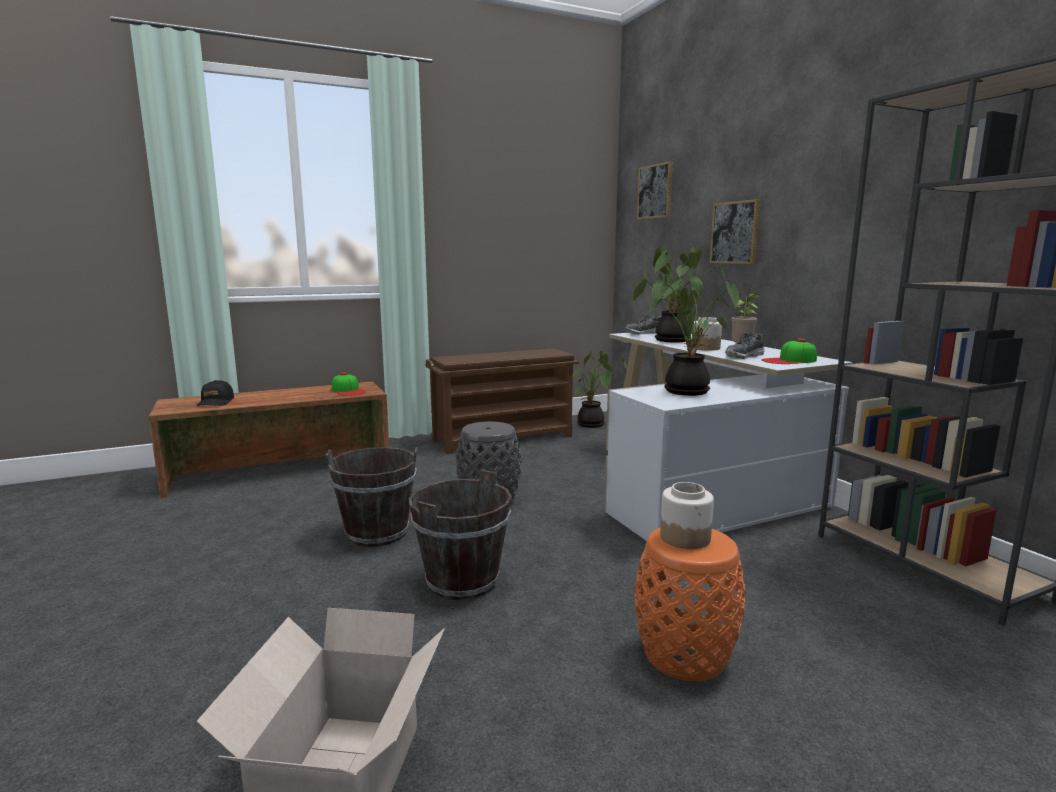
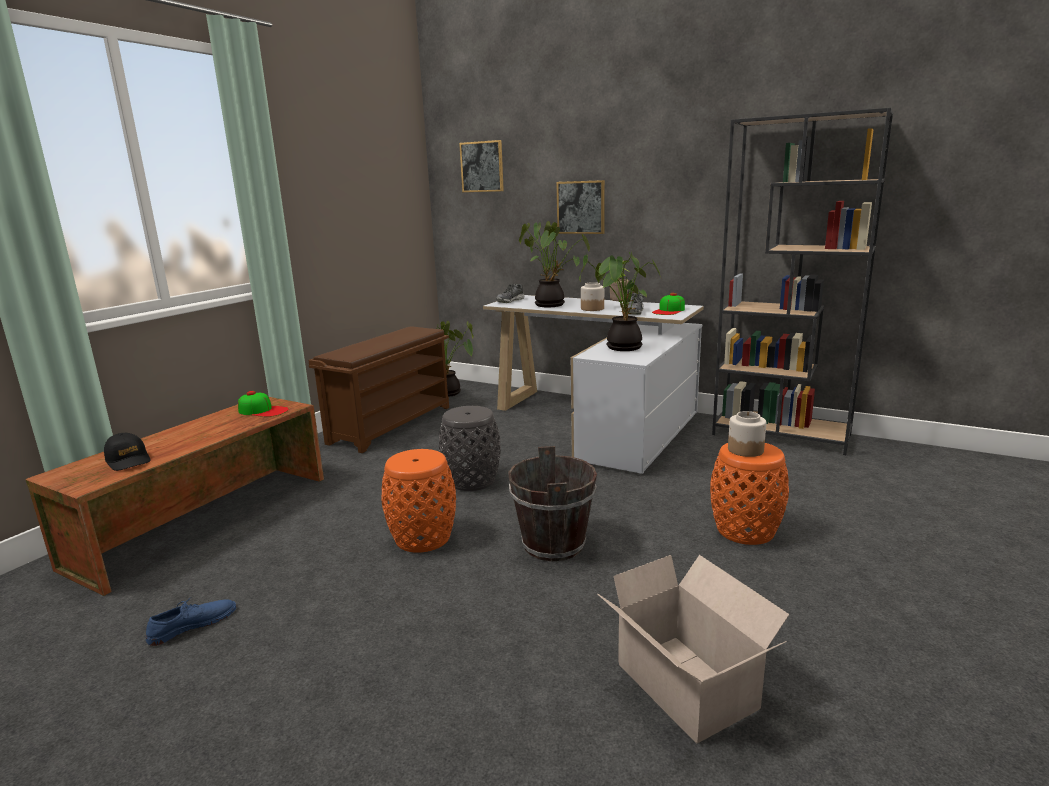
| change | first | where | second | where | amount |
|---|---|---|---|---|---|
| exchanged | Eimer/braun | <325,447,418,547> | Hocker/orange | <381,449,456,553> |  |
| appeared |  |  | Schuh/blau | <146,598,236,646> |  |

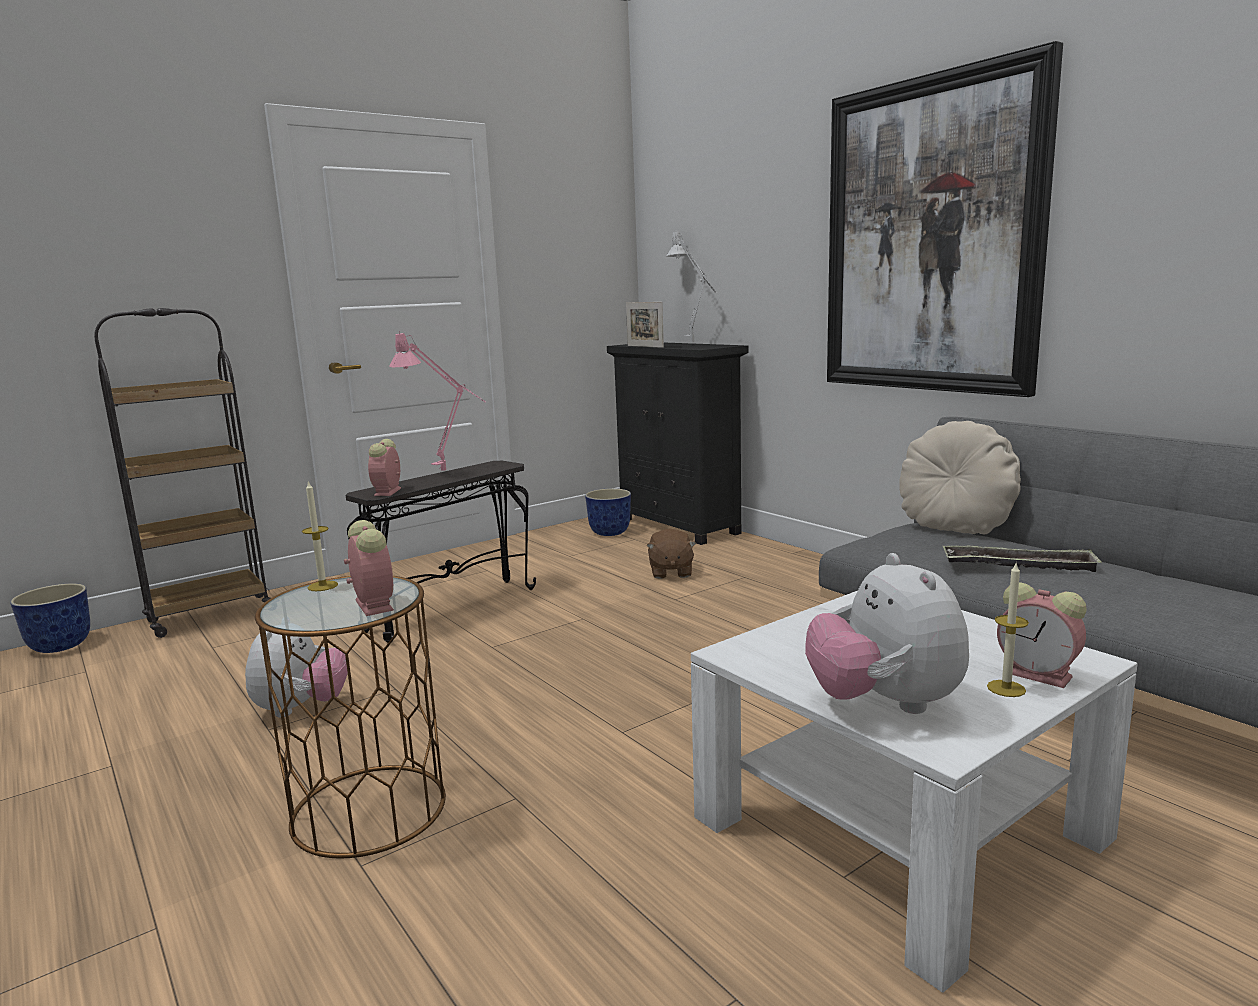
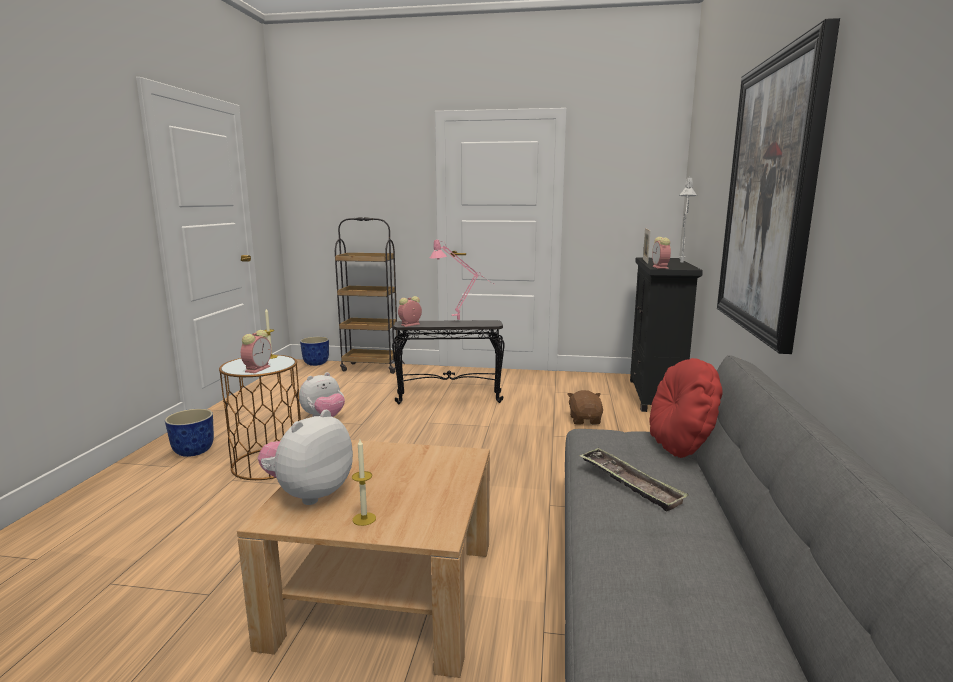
| change | first | where | second | where | amount |
|---|---|---|---|---|---|
| relocated | Pflanzkübel | <585,489,631,536> |  | <165,409,214,457> |  |
| spun | Plüschtier/braun | <647,529,696,579> |  | <567,390,603,425> | 135 degrees clockwise |
| colour | Couchtisch/weiß | <691,591,1138,993> | Couchtisch/braun | <237,440,490,678> |  |
| colour | Kissen/beige | <899,421,1021,534> | Kissen/rot | <650,358,723,458> |  |
| relocated | Wecker | <997,582,1087,688> |  | <652,237,671,269> |  |

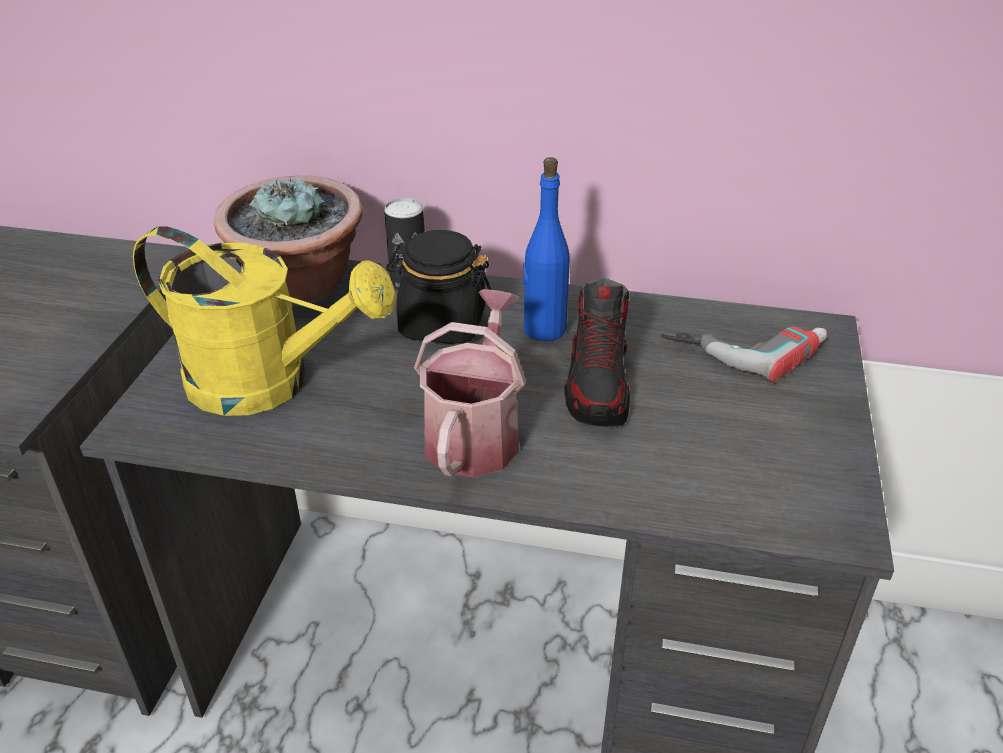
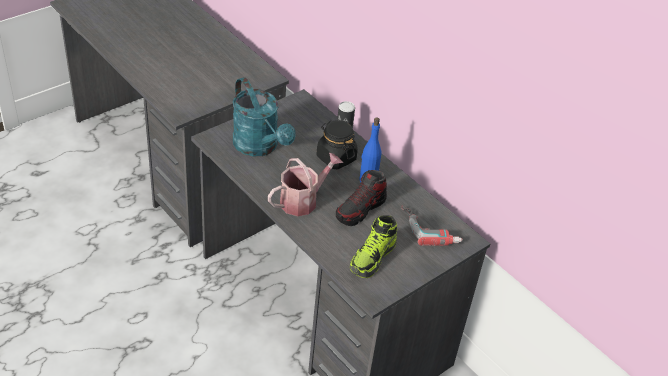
| change | first | where | second | where | amount |
|---|---|---|---|---|---|
| colour | Gießkanne/gelb | <133,226,396,416> | Gießkanne/türkis | <232,77,296,156> |  |
| missing | Topfpflanze | <214,176,363,306> |  |  |  |
| appeared |  |  | Schuh | <350,215,397,278> |  |

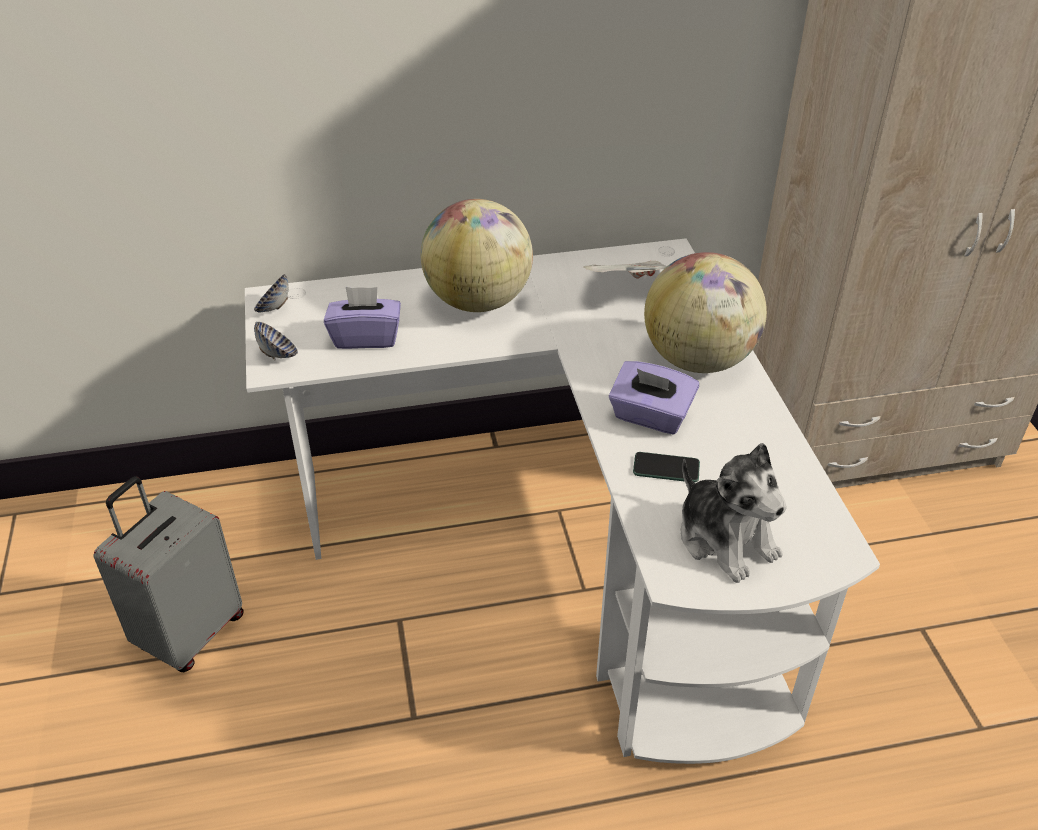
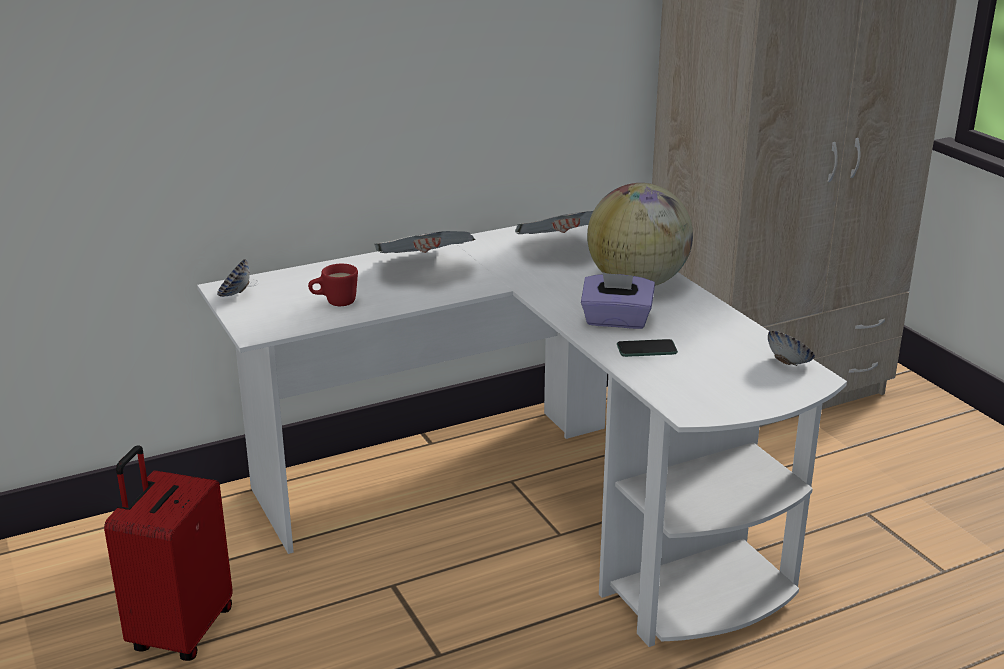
| change | first | where | second | where | amount |
|---|---|---|---|---|---|
| colour | Koffer/grau | <94,476,244,672> | Koffer/rot | <104,445,233,661> |  |
| relocated | Schüssel | <254,322,298,360> |  | <768,331,815,366> |  |
| exchanged | Taschentuchbox/lila | <324,287,401,349> | Henkelbecher/rot | <308,264,358,306> |  |
| exchanged | Globus | <421,199,533,312> | Zeitung | <374,231,475,253> |  |
| missing | Plüschtier | <681,443,787,583> |  |  |  |

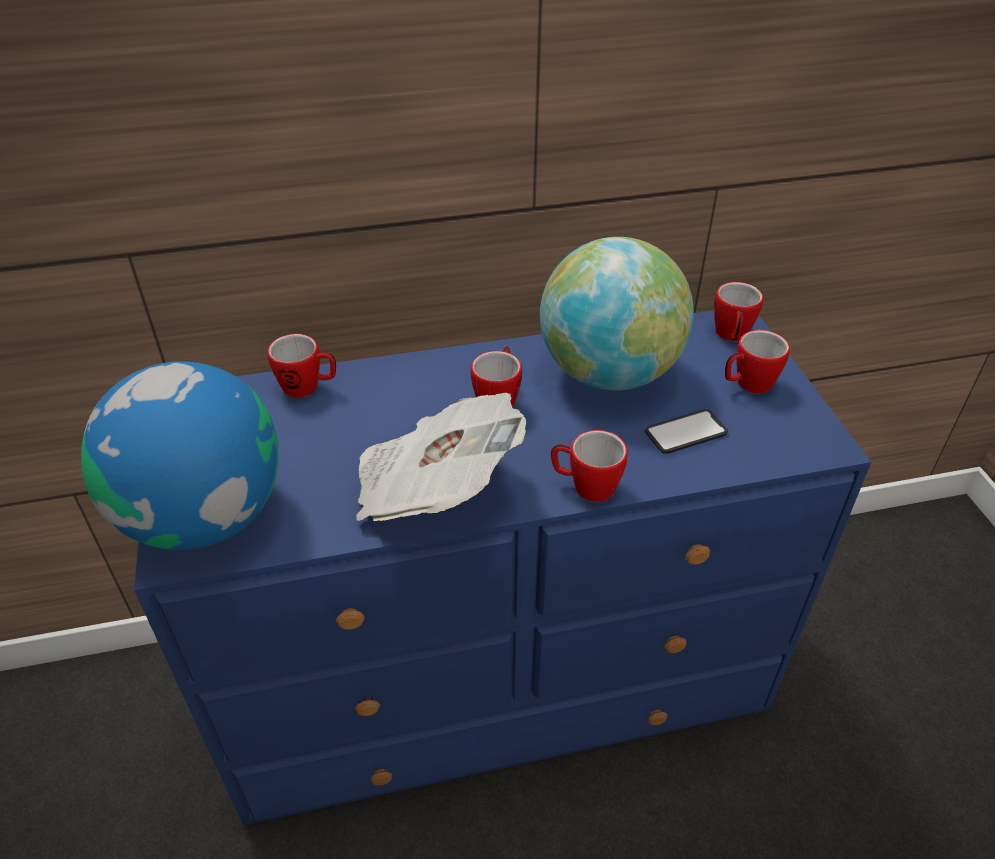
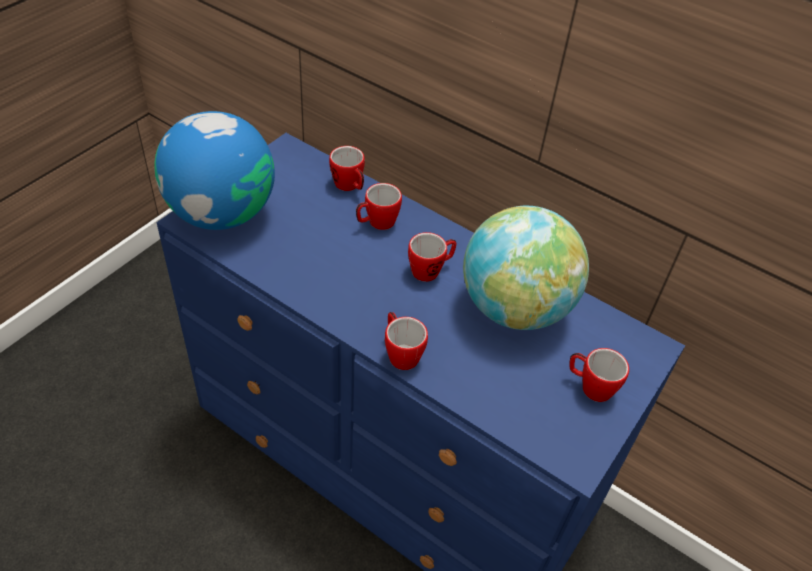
| change | first | where | second | where | amount |
|---|---|---|---|---|---|
| missing | Zeitung | <356,393,526,521> |  |  |  |
| missing | Handy | <645,409,728,454> |  |  |  |
| relocated | Henkelbecher | <714,282,763,341> |  | <356,183,402,230> |  |

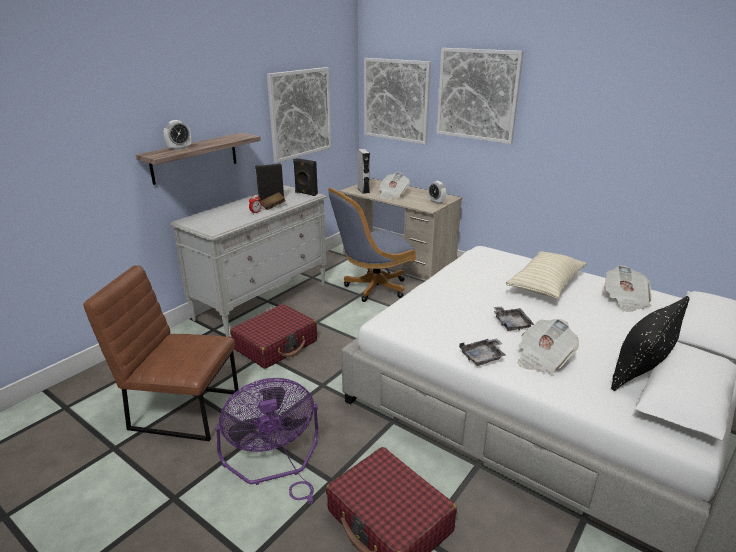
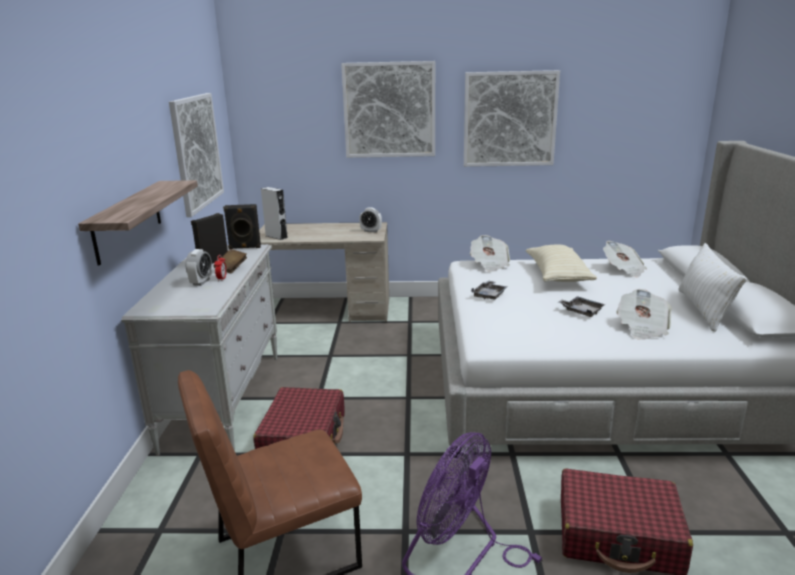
| change | first | where | second | where | amount |
|---|---|---|---|---|---|
| relocated | Wecker | <164,120,191,150> |  | <185,249,212,286> |  |
| missing | Bürostuhl/blau | <328,188,416,302> |  |  |  |
| relocated | Bild | <364,58,431,144> |  | <464,70,560,167> |  |
| relocated | Zeitung | <379,173,410,199> |  | <470,235,510,272> |  |
| relocated | Tablett/grau | <459,338,505,366> |  | <471,280,507,299> |  |
| colour | Kissen/schwarz | <611,296,689,391> | Kissen/weiß | <678,243,747,332> |  |

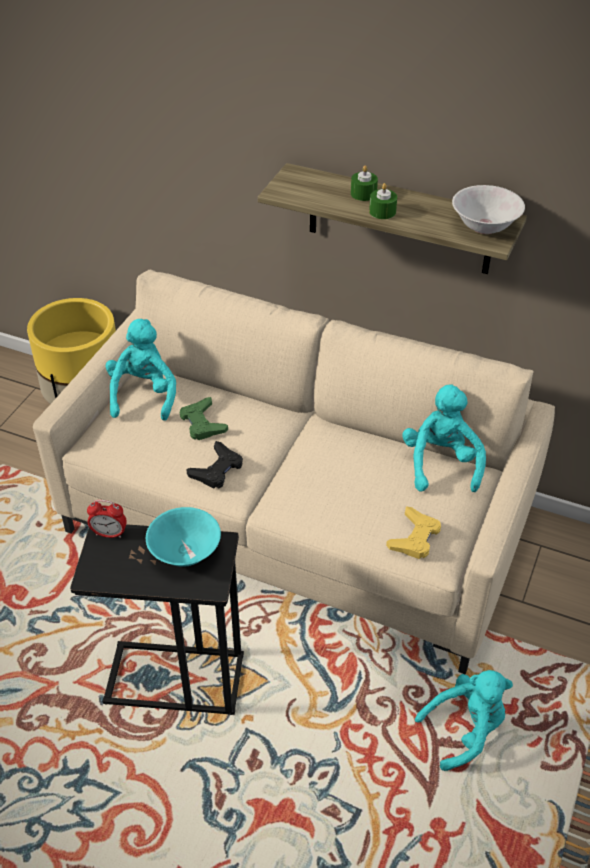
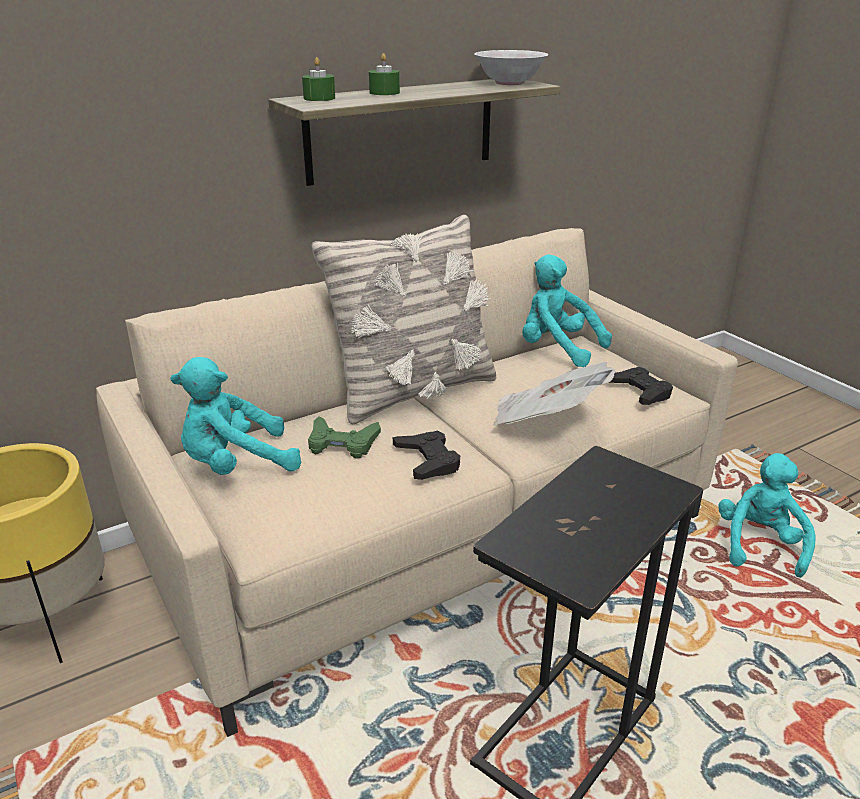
| change | first | where | second | where | amount |
|---|---|---|---|---|---|
| missing | Wecker | <87,500,127,538> |  |  |  |
| spun | Plüschtier/türkis | <106,319,176,421> |  | <170,357,301,475> | 60 degrees counterclockwise |
| missing | Schüssel/türkis | <146,507,221,567> |  |  |  |
| relocated | Kerze/grün | <369,183,397,219> |  | <302,57,335,101> |  |
| colour | Gamepad/gelb | <386,506,441,559> | Gamepad/schwarz | <608,367,673,405> |  |
| appeared |  |  | Kissen/beige | <312,215,496,424> |  |
| appeared |  |  | Zeitung | <493,362,615,426> |  |

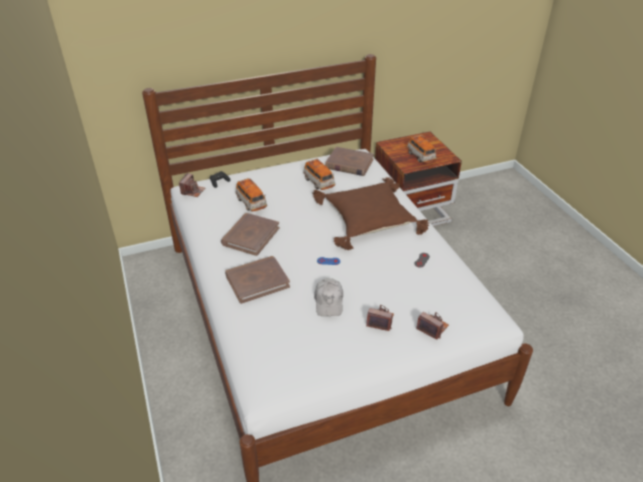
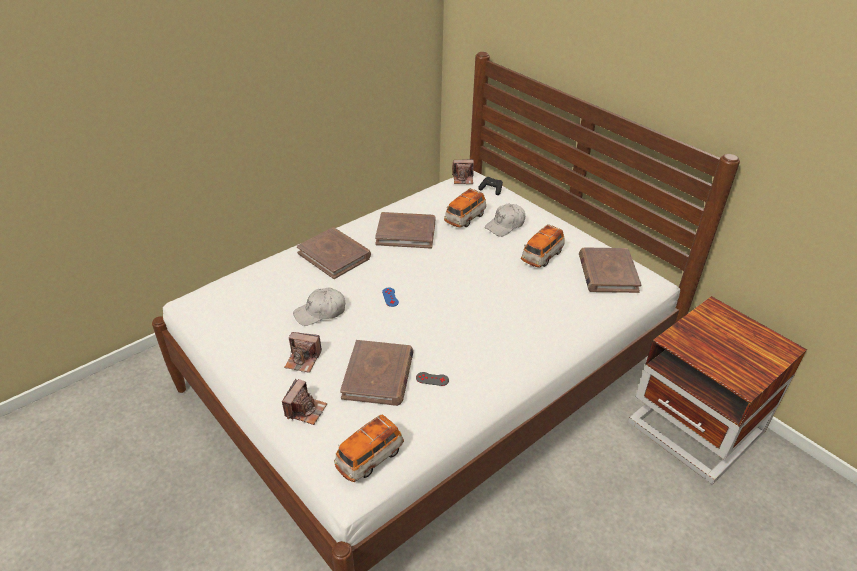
| change | first | where | second | where | amount |
|---|---|---|---|---|---|
| missing | Kissen/braun | <312,177,429,250> |  |  |  |
| spun | Kamera | <366,305,394,331> |  | <284,332,322,373> | 105 degrees clockwise |
| relocated | Spielzeugauto | <407,135,437,163> |  | <334,415,404,482> |  |
| appeared |  |  | Buch/braun | <340,340,414,406> |  |
| appeared |  |  | Kappe/weiß | <485,203,525,237> |  |

